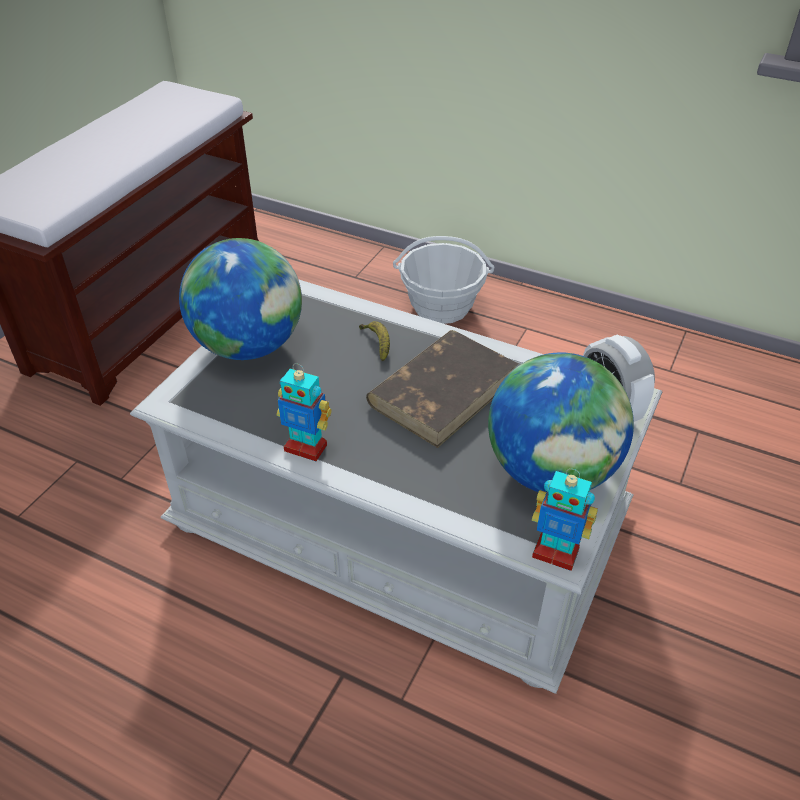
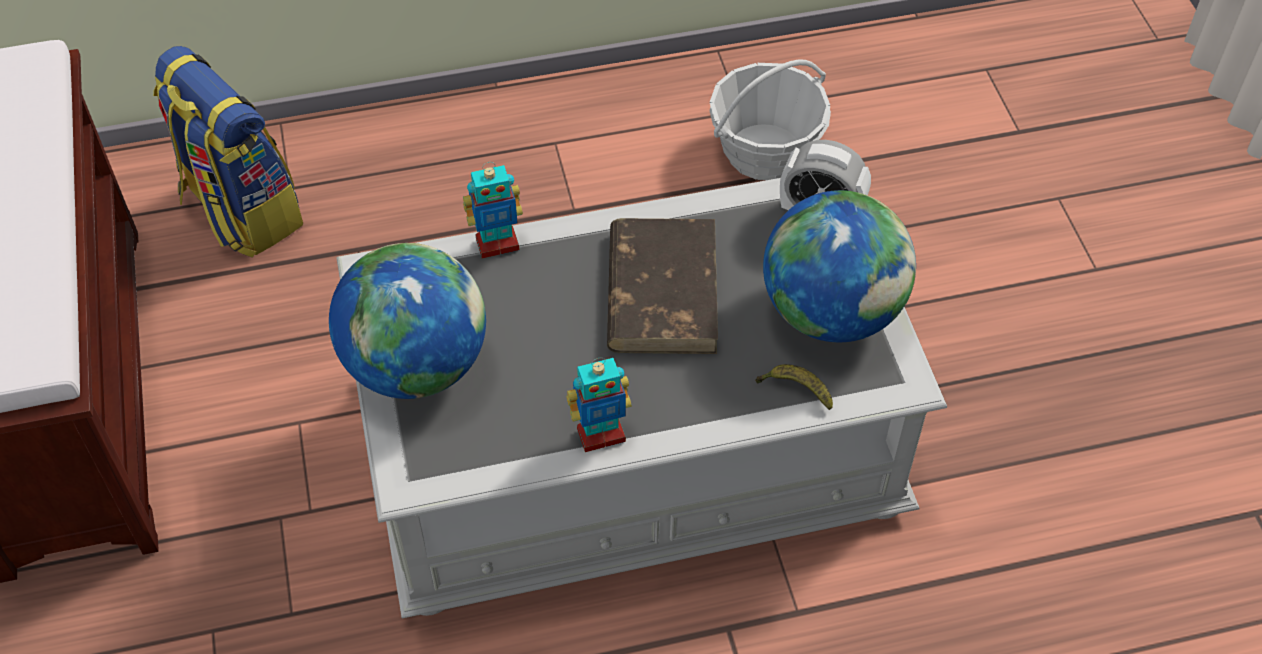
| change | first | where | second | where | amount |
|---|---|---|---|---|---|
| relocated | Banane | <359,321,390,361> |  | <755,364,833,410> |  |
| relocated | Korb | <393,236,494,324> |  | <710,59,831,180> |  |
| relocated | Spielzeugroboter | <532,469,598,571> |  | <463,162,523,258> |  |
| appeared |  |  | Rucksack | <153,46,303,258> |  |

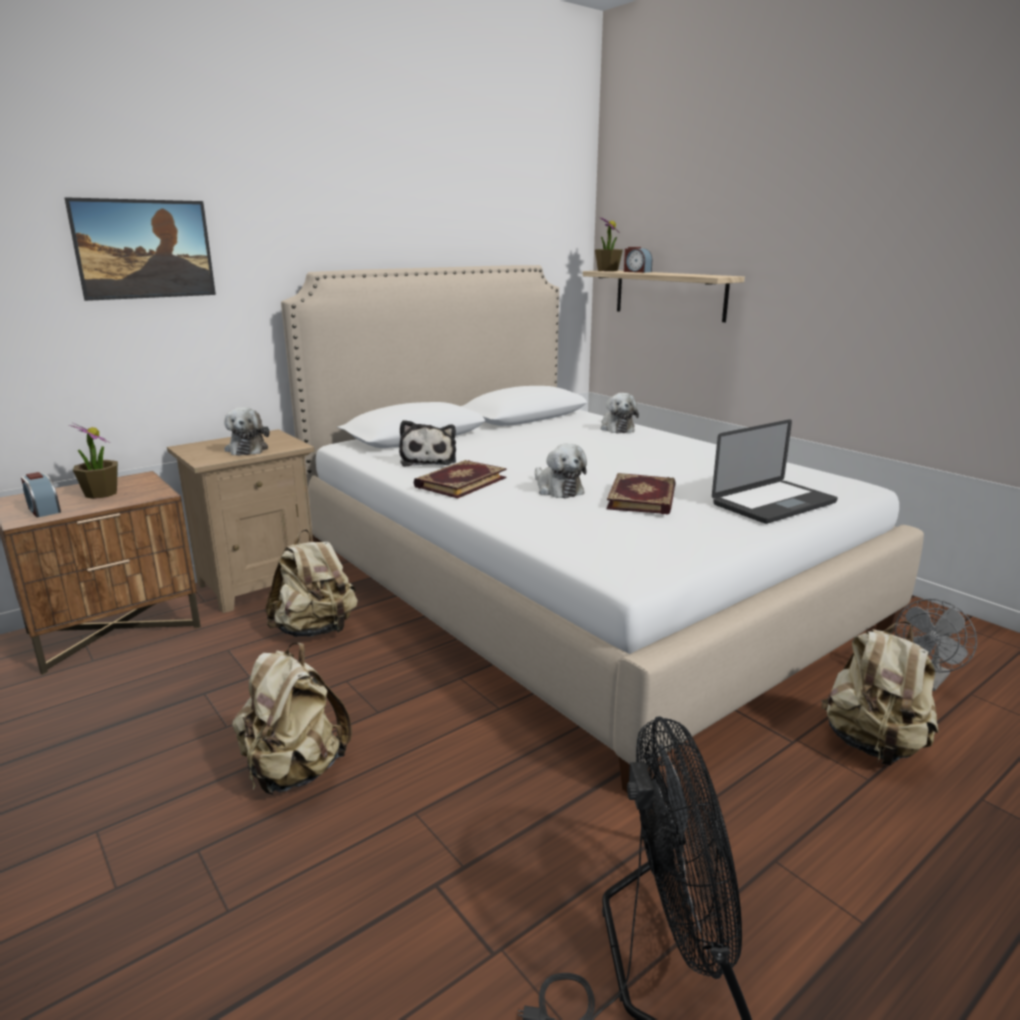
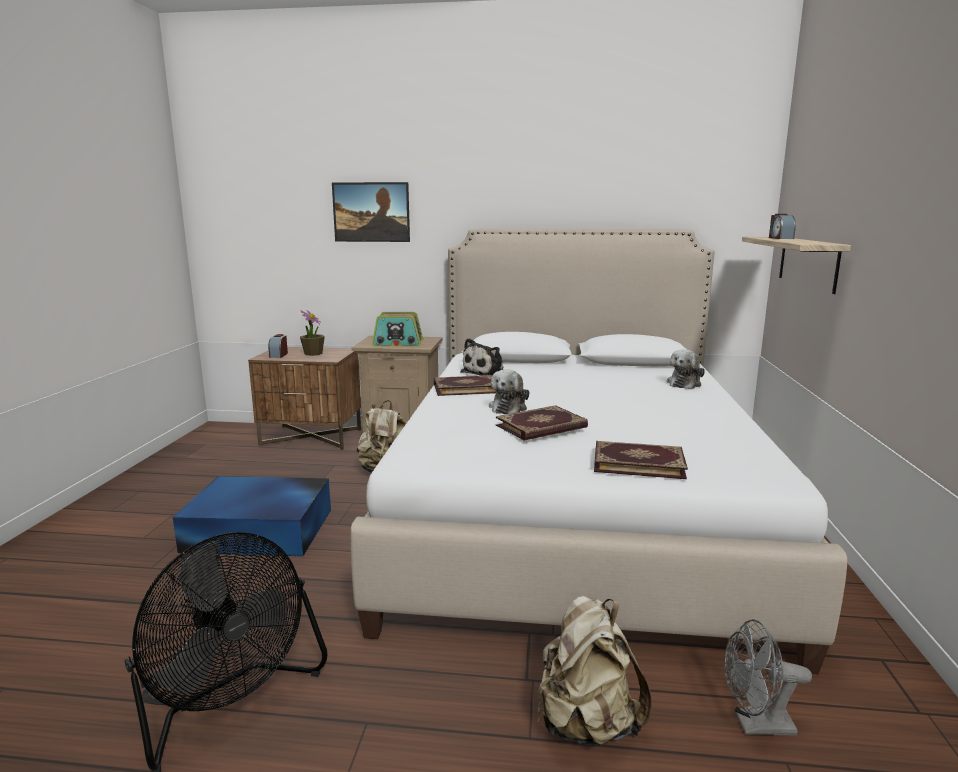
| change | first | where | second | where | amount |
|---|---|---|---|---|---|
| exchanged | Plüschtier | <224,407,269,456> | Radio | <372,312,423,346> |  |
| exchanged | Rucksack/beige | <232,643,352,795> | Aufbewahrungsbox/blau | <173,476,331,556> |  |
| missing | Topfpflanze | <595,217,623,271> |  |  |  |
| exchanged | Laptop | <712,419,838,524> | Buch | <594,441,688,479> |  |

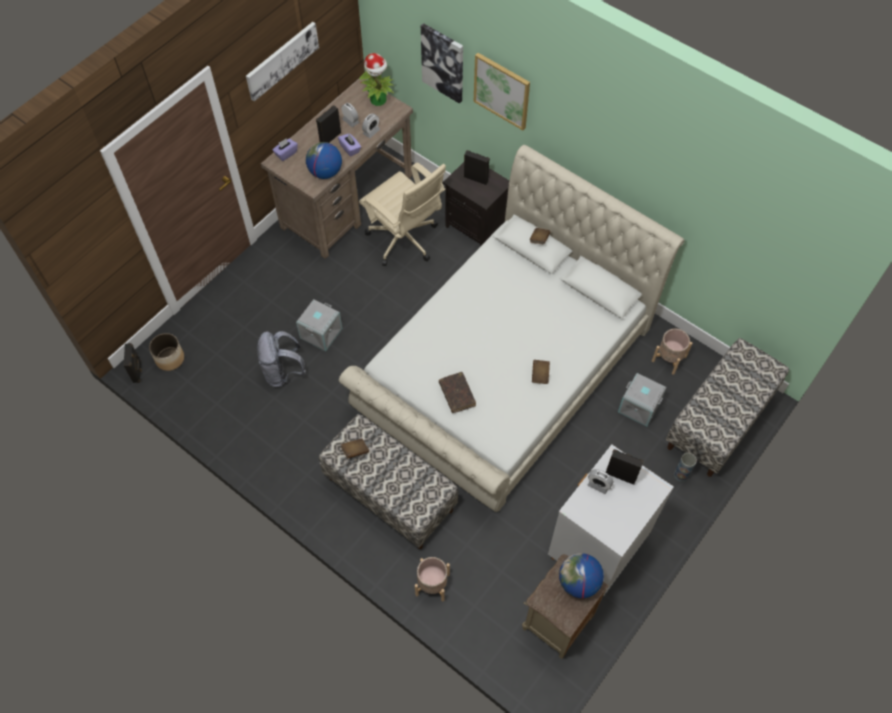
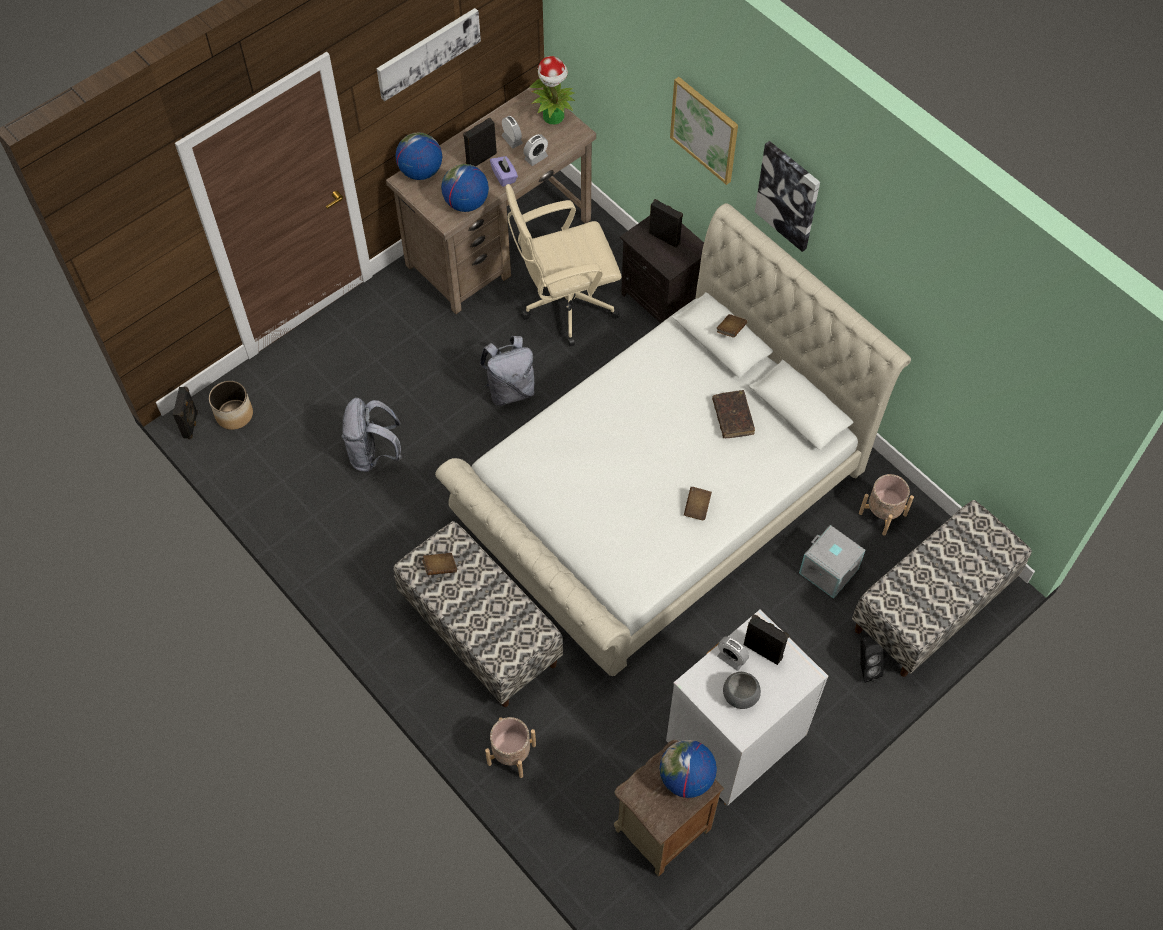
| change | first | where | second | where | amount |
|---|---|---|---|---|---|
| exchanged | Taschentuchbox/lila | <273,138,298,161> | Globus | <395,132,442,180> |  |
| missing | Aufbewahrungsbox/grau | <296,299,342,351> |  |  |  |
| spun | Bürostuhl/beige | <359,163,446,266> |  | <506,184,622,347> | 105 degrees clockwise |
| relocated | Bild | <421,23,463,104> |  | <755,141,820,252> |  |
| relocated | Buch/braun | <439,372,476,413> |  | <712,390,755,438> |  |
| exchanged | Vase | <674,453,697,482> | Lautsprecher/schwarz | <861,637,884,683> |  |
| appeared |  |  | Rucksack/grau | <480,336,535,406> |  |
| appeared |  |  | Schüssel/grau | <723,672,761,709> |  |

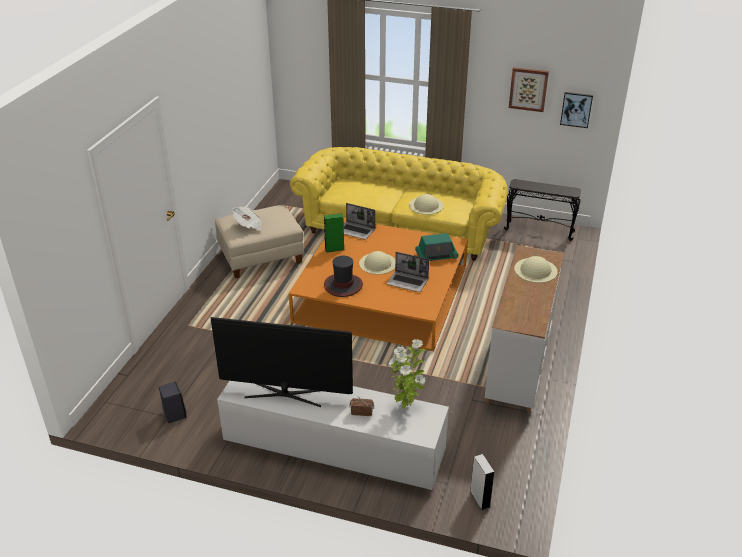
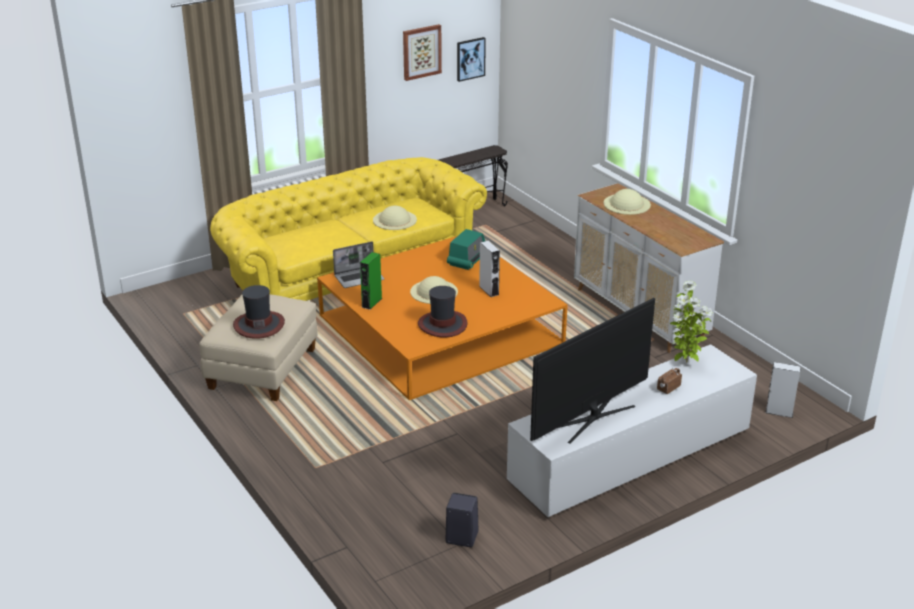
| change | first | where | second | where | amount |
|---|---|---|---|---|---|
| exchanged | Zeitung | <232,206,262,230> | Hut | <233,285,285,339> |  |
| exchanged | Laptop | <387,252,429,292> | Lautsprecher/grau | <479,241,500,297> |  |

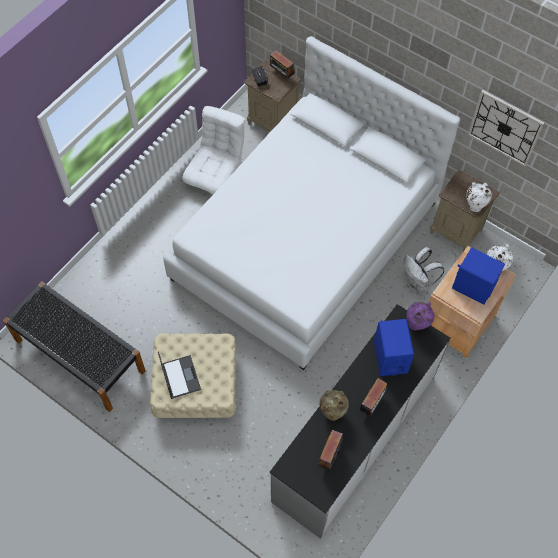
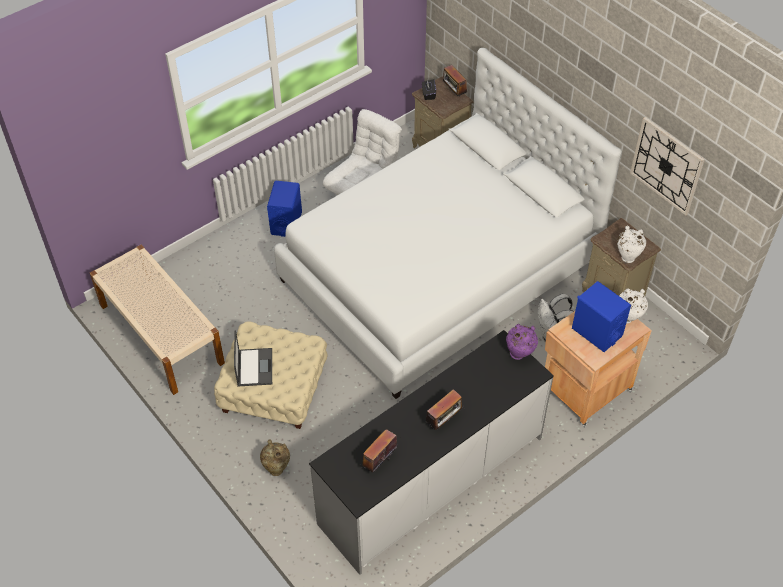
| change | first | where | second | where | amount |
|---|---|---|---|---|---|
| colour | Bank/schwarz | <3,281,146,412> | Bank/beige | <90,244,225,395> |  |
| relocated | Vase/beige | <320,390,349,421> |  | <260,439,290,476> |  |
| relocated | Lautsprecher/blau | <374,319,414,376> |  | <267,181,302,237> |  |

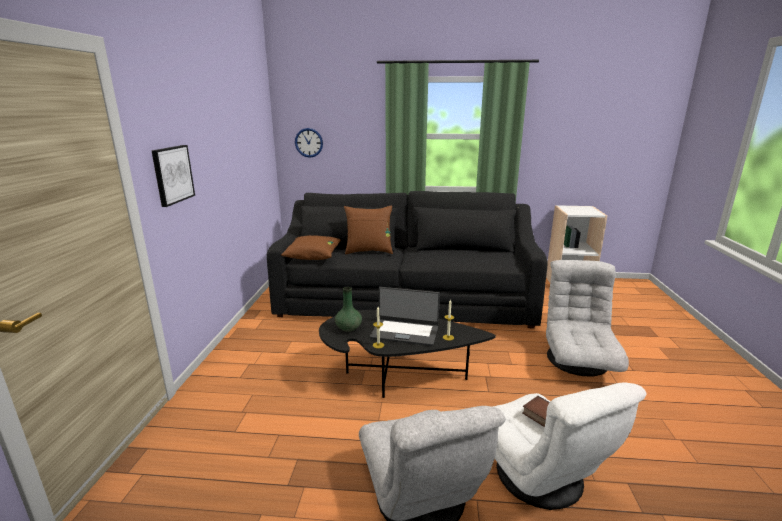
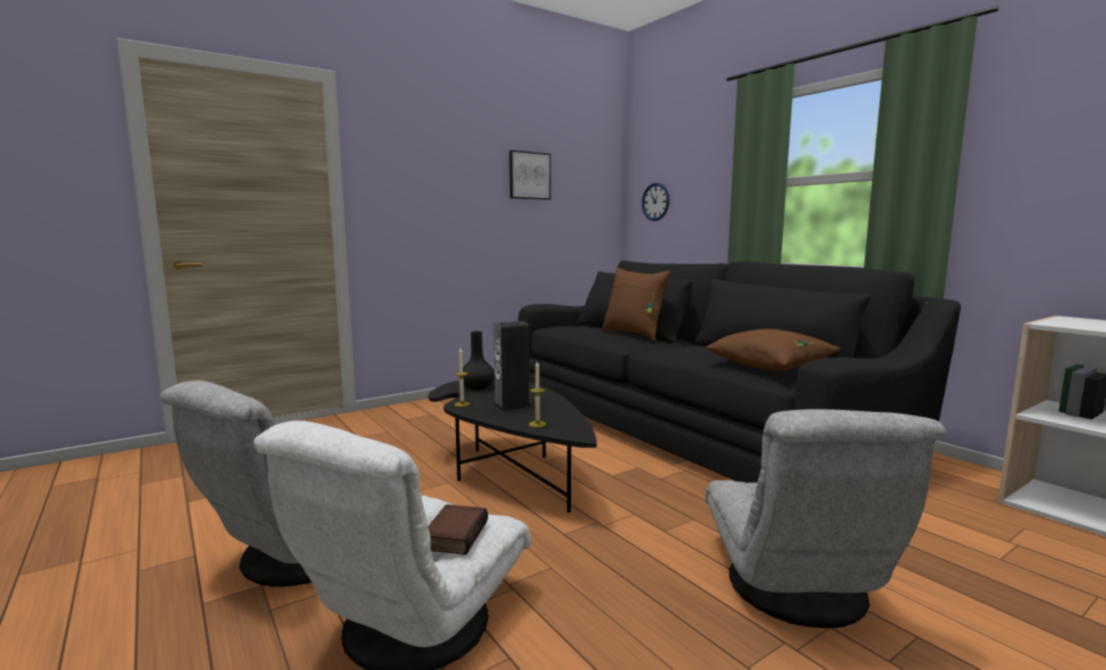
| change | first | where | second | where | amount |
|---|---|---|---|---|---|
| relocated | Bild | <152,145,195,207> |  | <509,150,551,200> |  |
| relocated | Kissen/braun | <281,235,341,260> |  | <706,329,841,370> |  |
| colour | Vase/grün | <335,287,362,332> | Vase/schwarz | <463,331,495,390> |  |
| exchanged | Laptop | <370,287,440,346> | Lautsprecher | <493,321,532,411> |  |
| spun | Sessel/grau | <546,260,629,377> |  | <705,409,947,628> | 120 degrees clockwise |

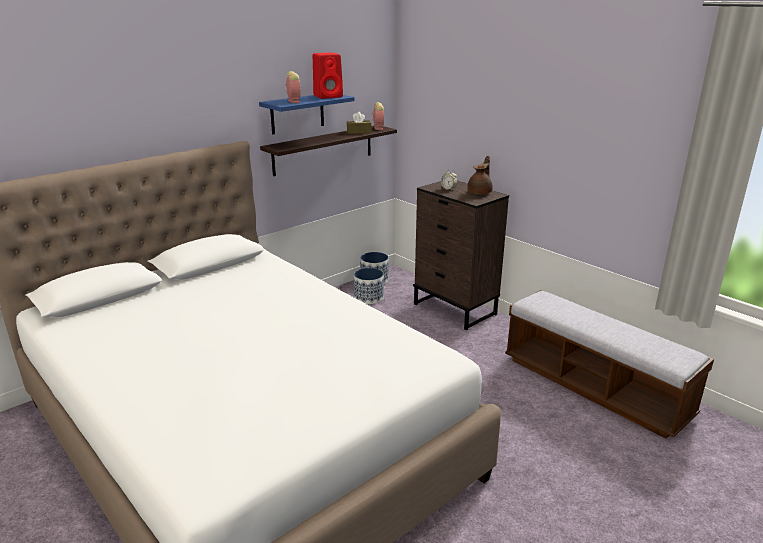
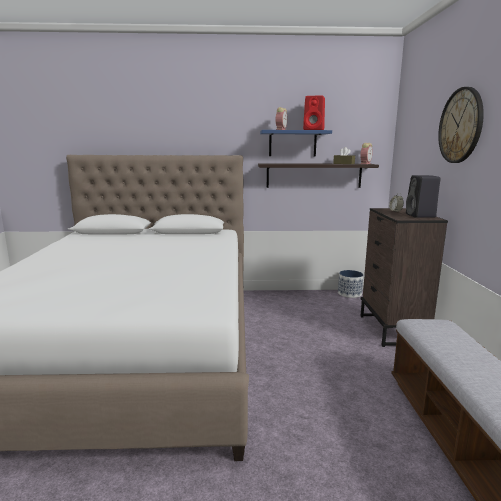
| change | first | where | second | where | amount |
|---|---|---|---|---|---|
| missing | Pflanzkübel | <354,268,384,304> |  |  |  |
| exchanged | Teekanne/braun | <467,156,493,194> | Lautsprecher/schwarz | <406,175,441,218> |  |
| appeared |  |  | Wanduhr | <438,87,484,163> |  |

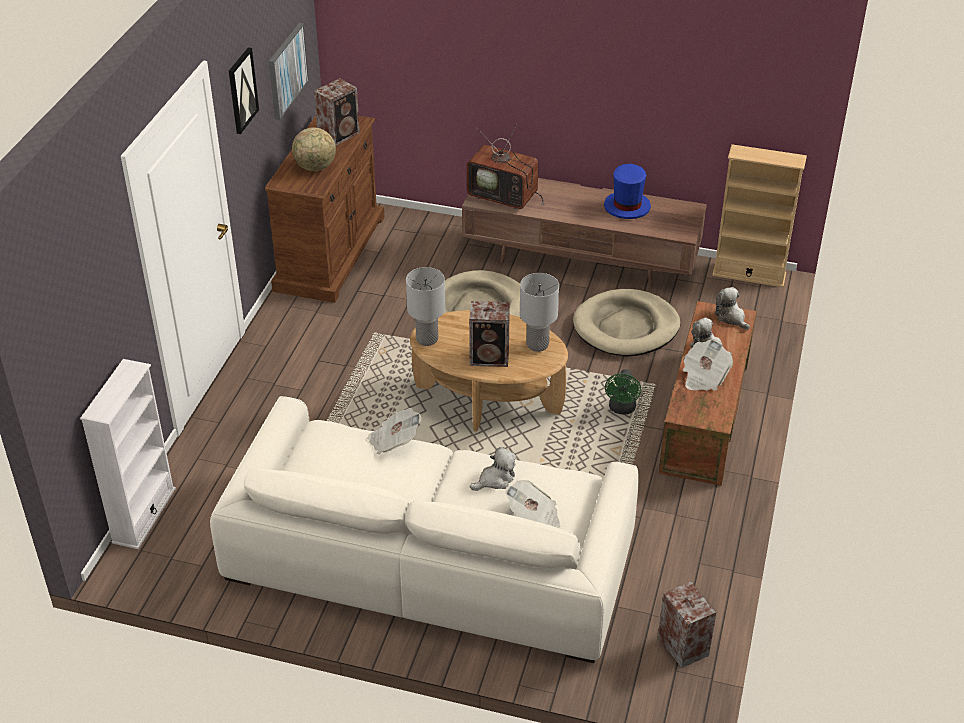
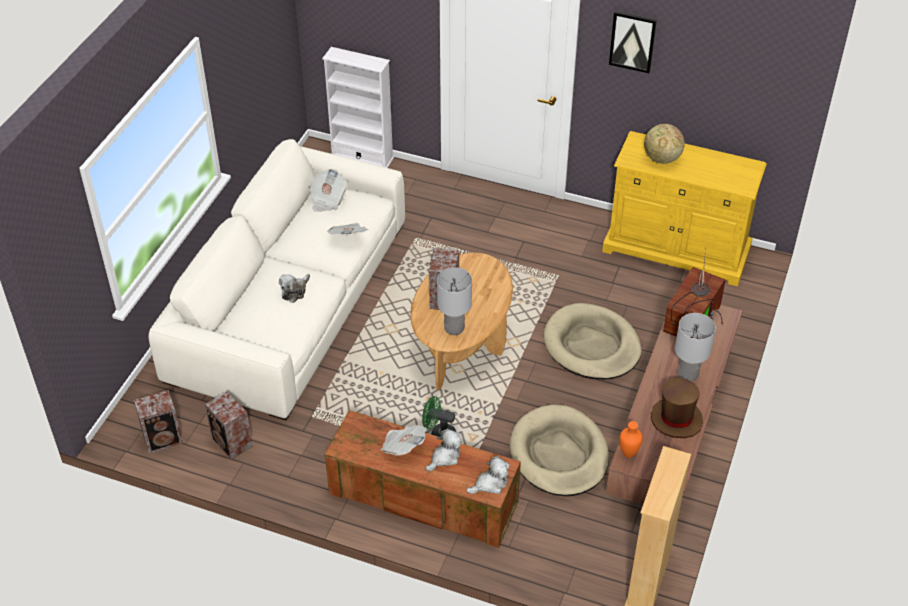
| change | first | where | second | where | amount |
|---|---|---|---|---|---|
| colour | Kommode/braun | <265,116,385,303> | Kommode/gelb | <602,131,767,287> |  |
| missing | Bild | <269,23,309,120> |  |  |  |
| relocated | Lautsprecher | <314,78,360,146> |  | <205,391,253,460> |  |
| relocated | Tischlampe/grau | <406,267,445,346> |  | <675,313,716,381> |  |
| spun | Plüschtier | <470,447,516,491> |  | <279,274,310,303> | 60 degrees clockwise |
| relocated | Zeitung | <505,480,560,528> |  | <309,169,348,212> |  |
| colour | Hut/blau | <604,164,651,219> | Hut/braun | <651,378,703,438> |  |
| appeared |  |  | Vase/orange | <619,421,643,458> |  |

